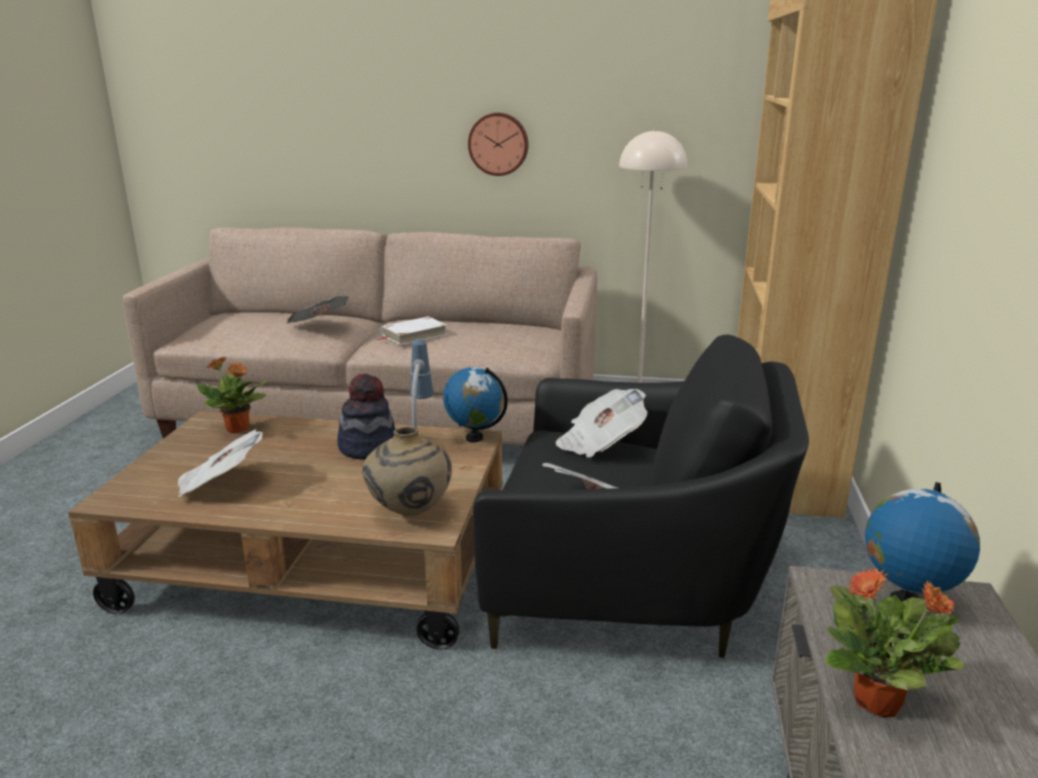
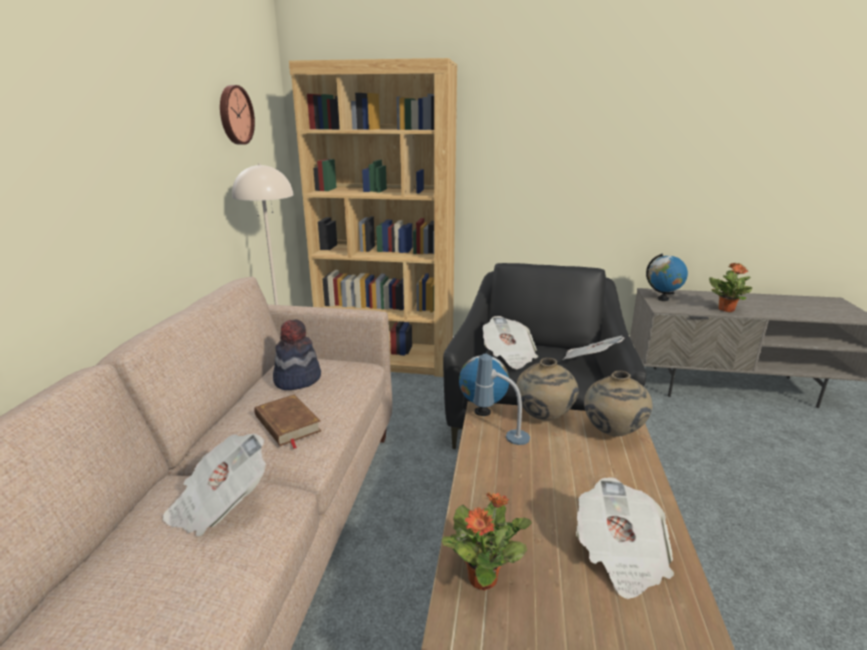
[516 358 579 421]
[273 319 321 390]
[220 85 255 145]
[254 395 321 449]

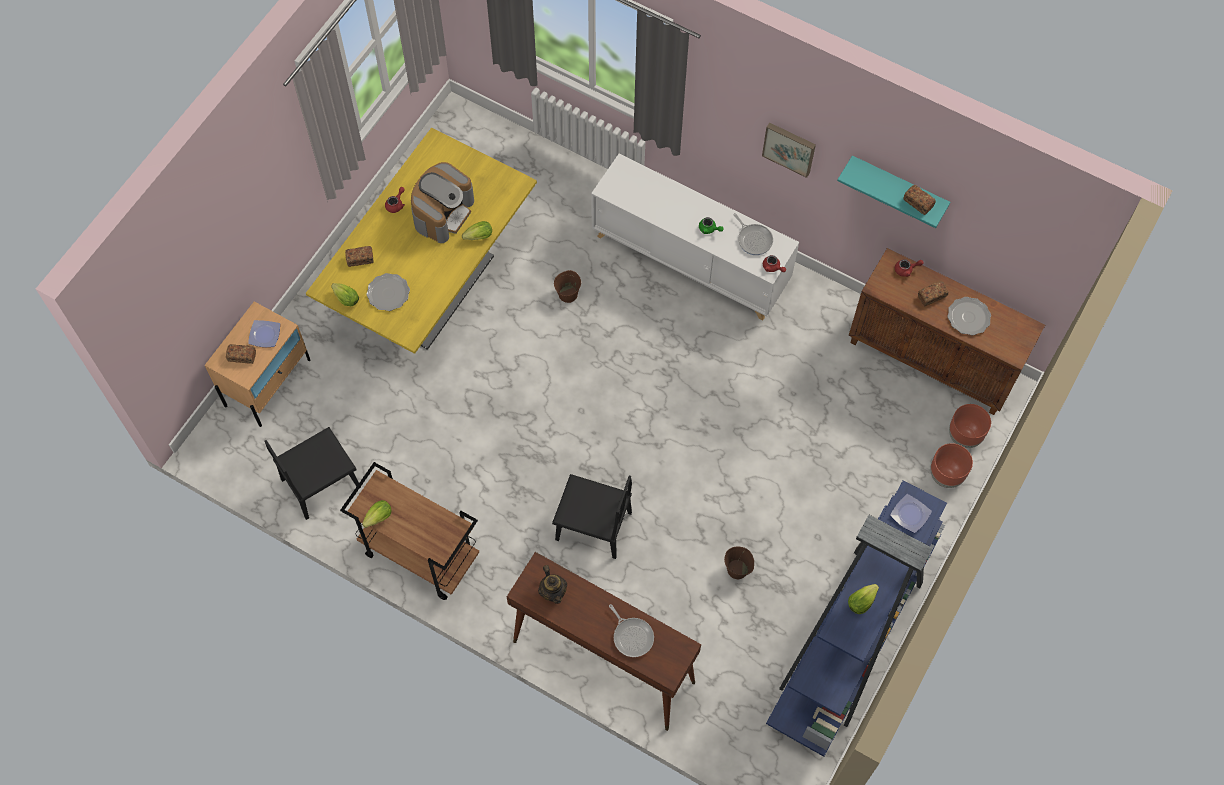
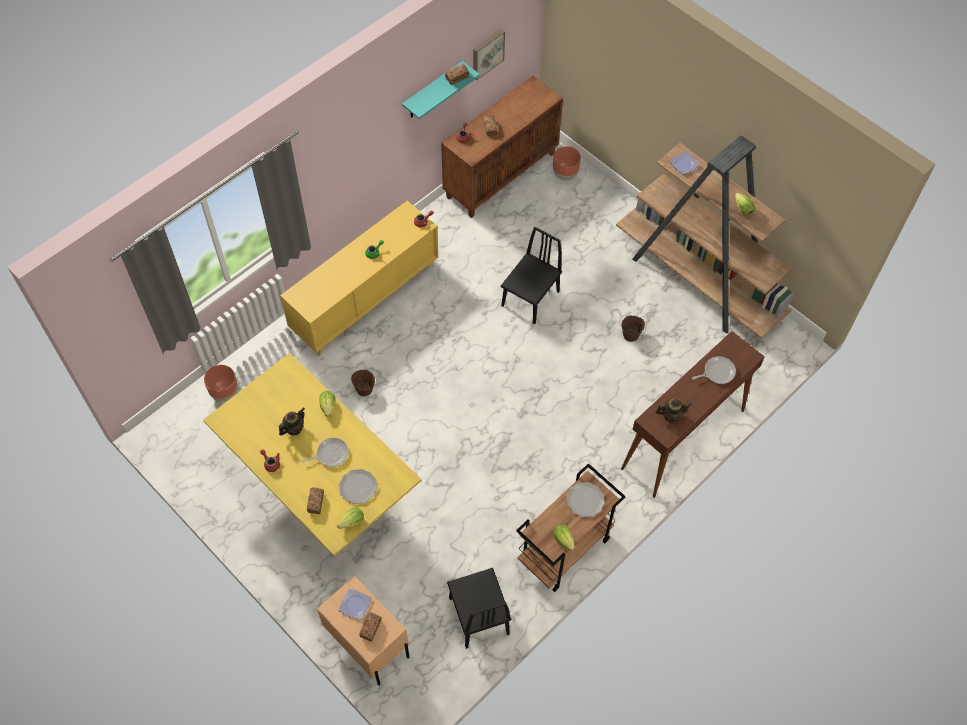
[501 227 562 324]
[301 438 349 467]
[473 29 505 80]
[204 365 238 402]
[566 482 605 517]
[279 408 305 435]
[280 201 438 356]
[616 135 793 339]

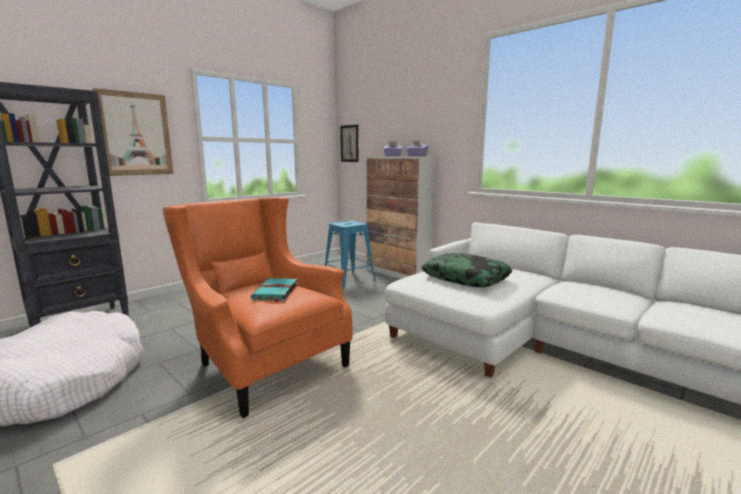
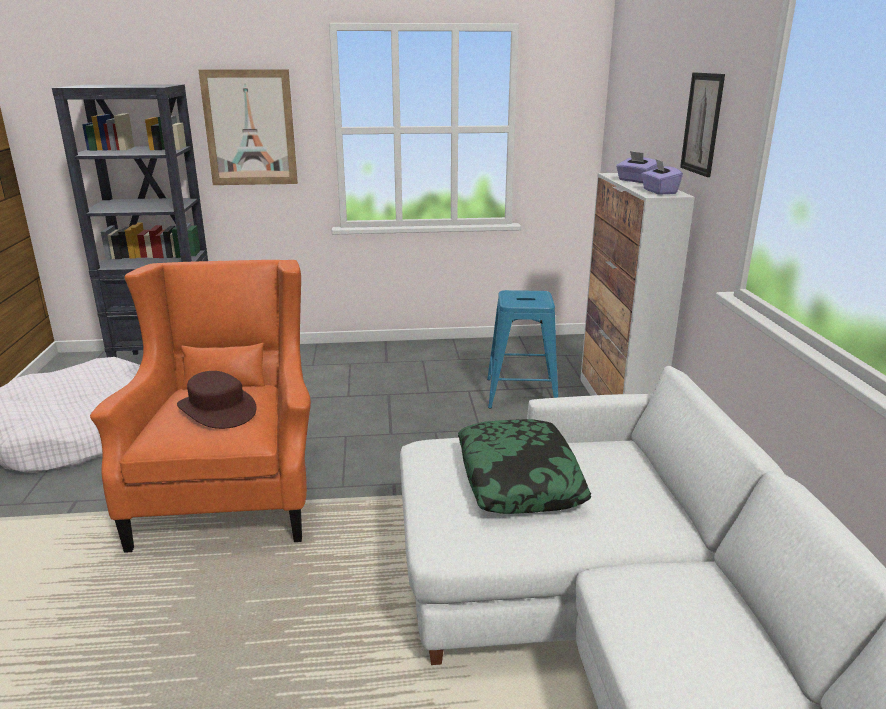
[680 72 725 177]
[177 371 257 429]

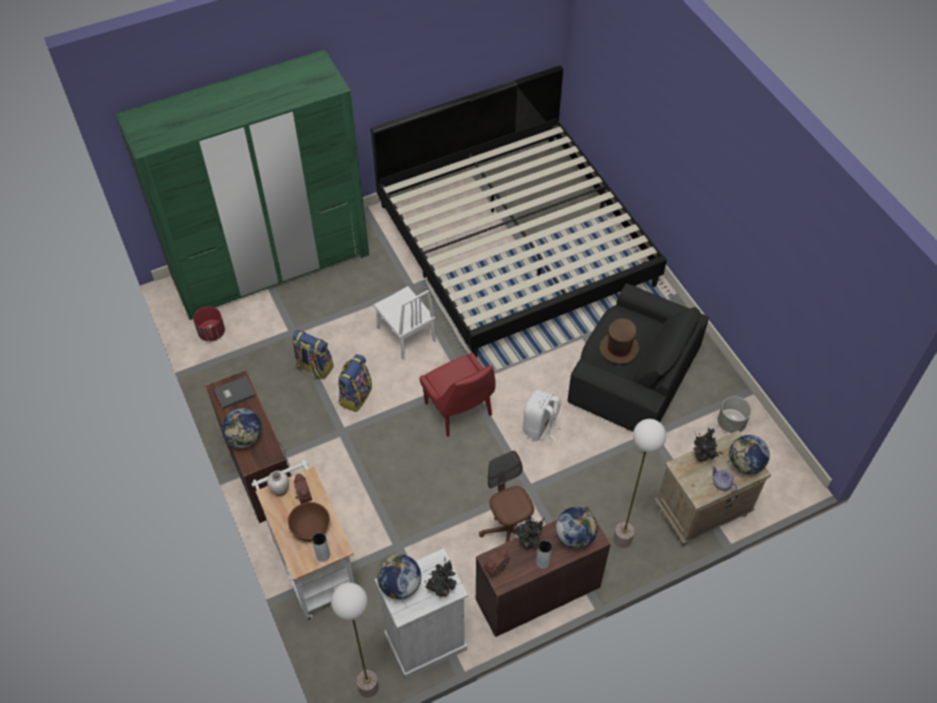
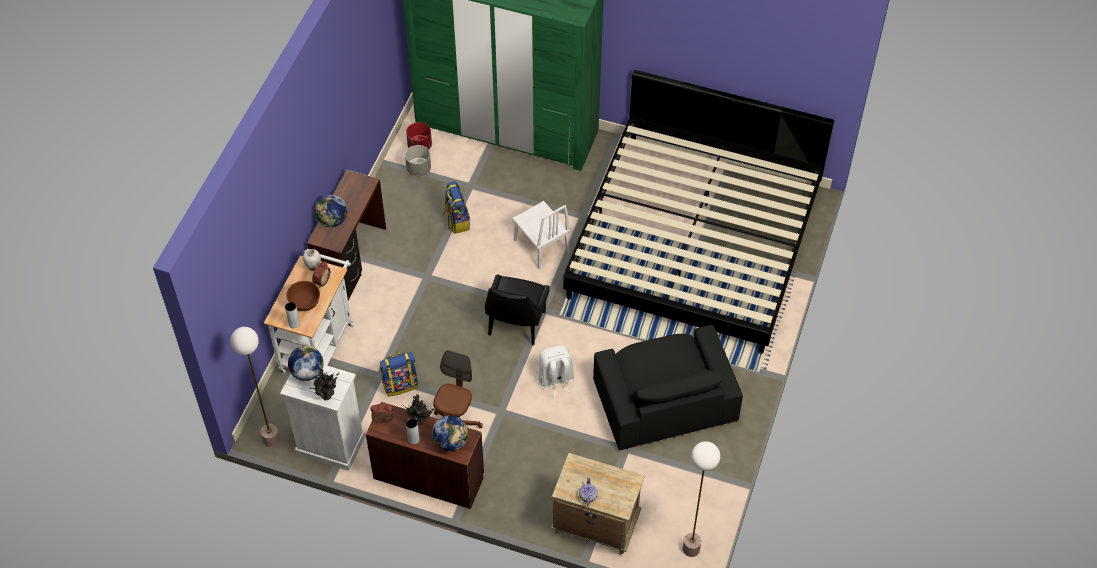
[214 376 255 409] (first image)
[599 318 639 365] (first image)
[692 428 723 462] (first image)
[729 435 770 474] (first image)
[380 352 418 397]
[683 441 720 557]
[405 145 431 176]
[485 275 550 345]
[512 201 570 269]

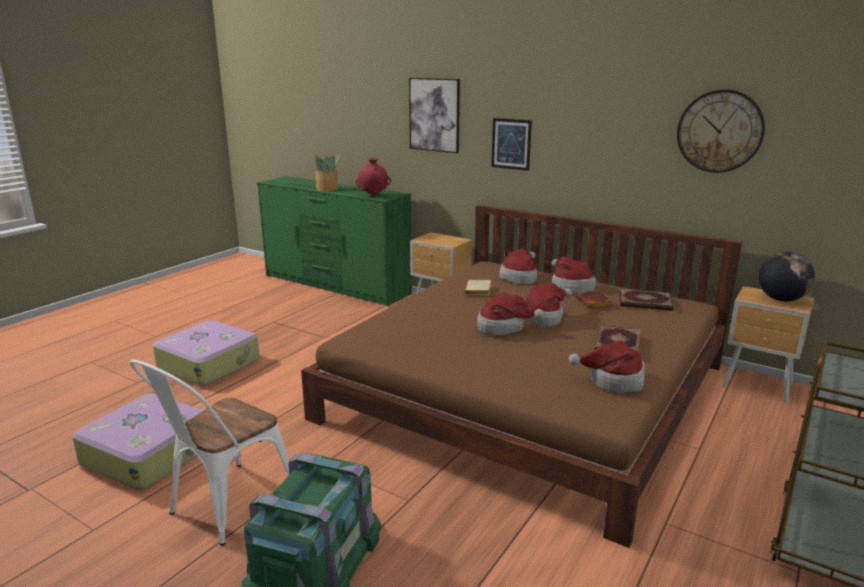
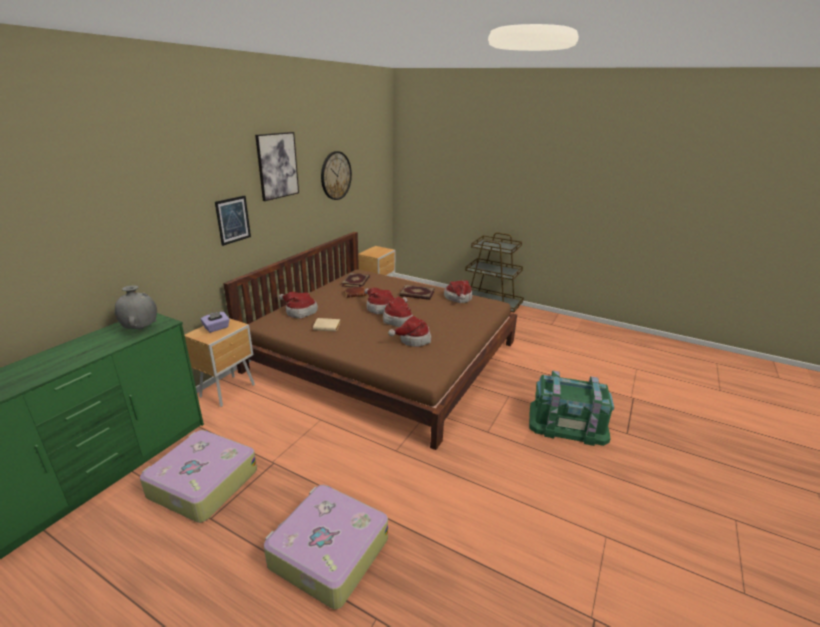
[130 360 289 546] (first image)
[315 154 340 191] (first image)
[758 252 815 302] (first image)
[201 312 230 333]
[140 430 257 523]
[255 132 299 201]
[388 316 431 347]
[115 285 157 329]

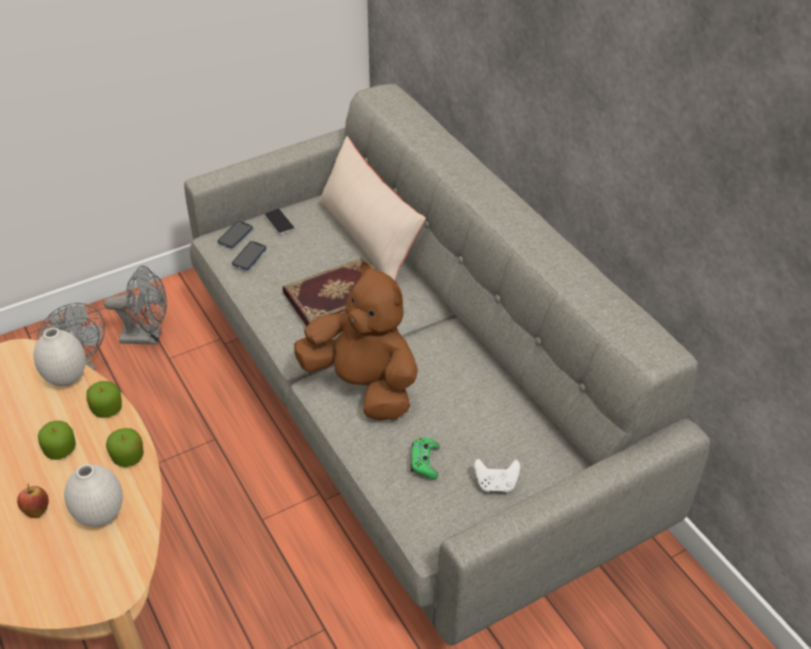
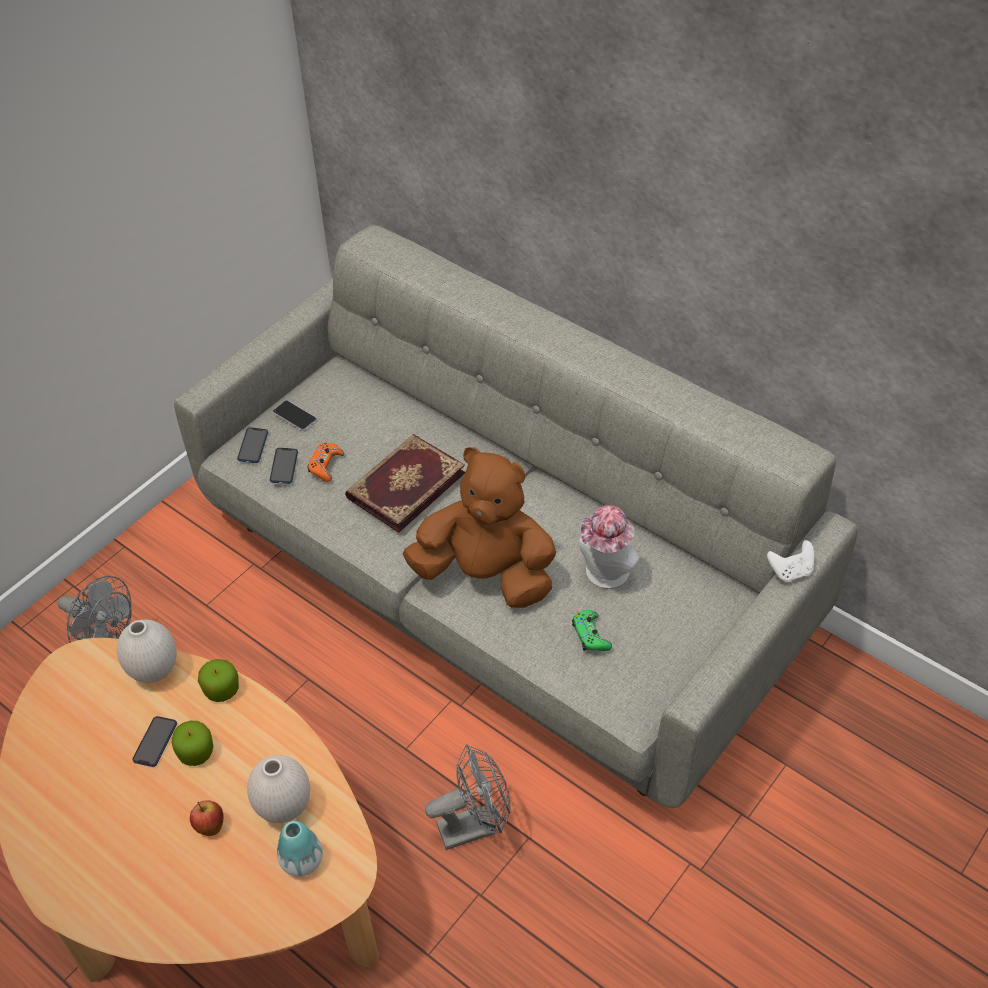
[106 428 144 467] (first image)
[317 136 426 280] (first image)
[132 716 177 767]
[277 821 323 877]
[307 442 344 482]
[579 505 639 589]
[425 744 511 850]
[767 540 814 582]

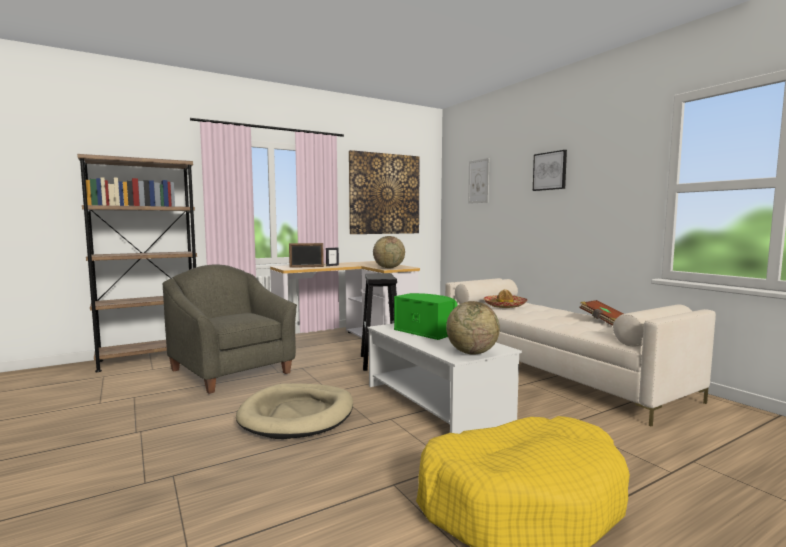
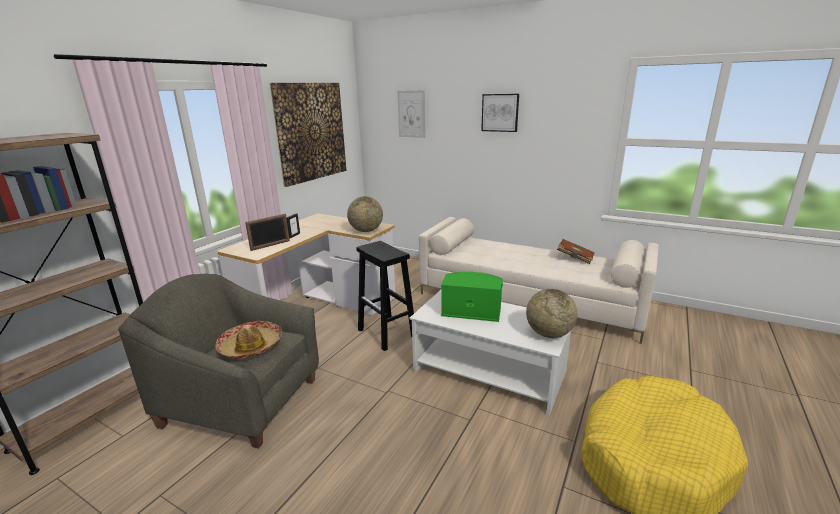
[236 383 353 439] (first image)
[215 321 282 359]

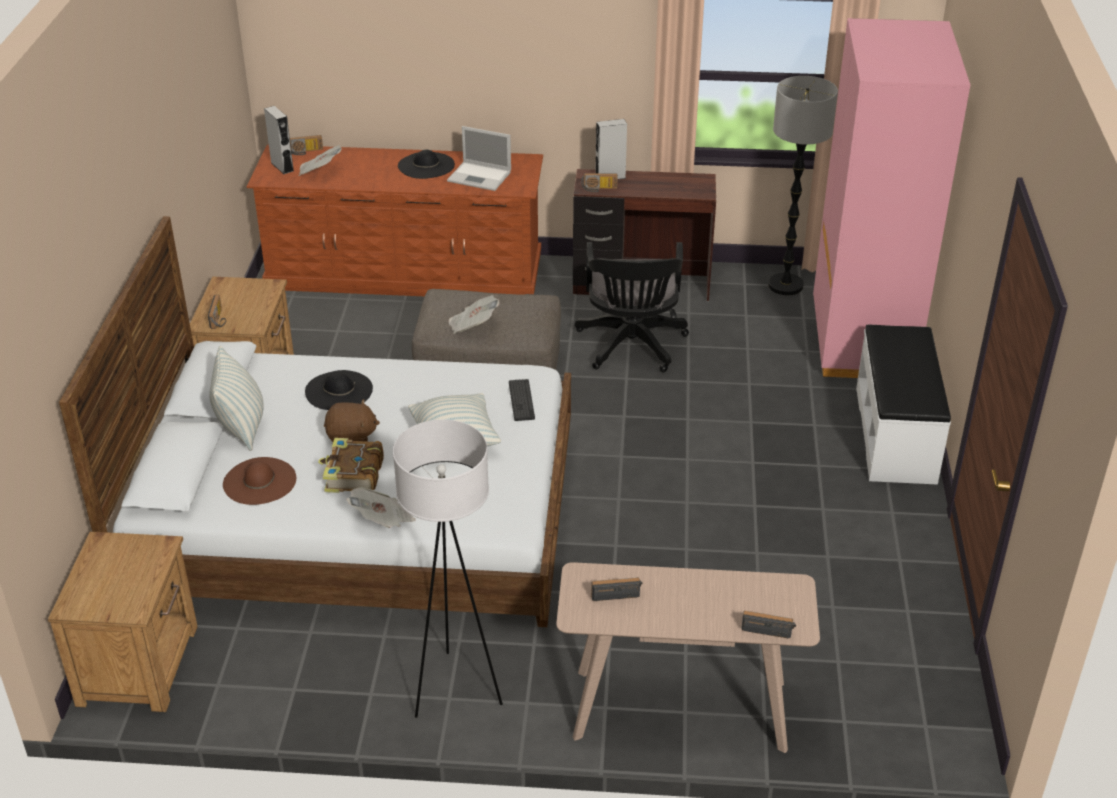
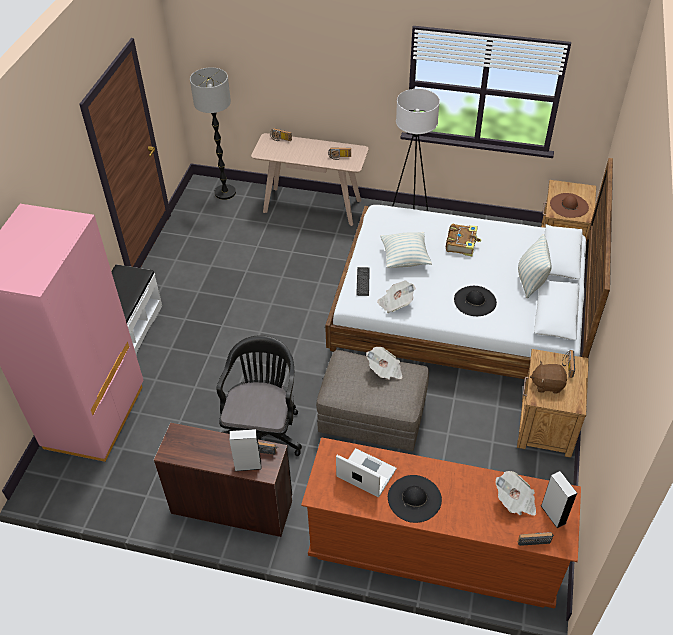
[550 193 589 218]
[530 361 567 394]
[377 281 416 313]
[190 67 236 200]

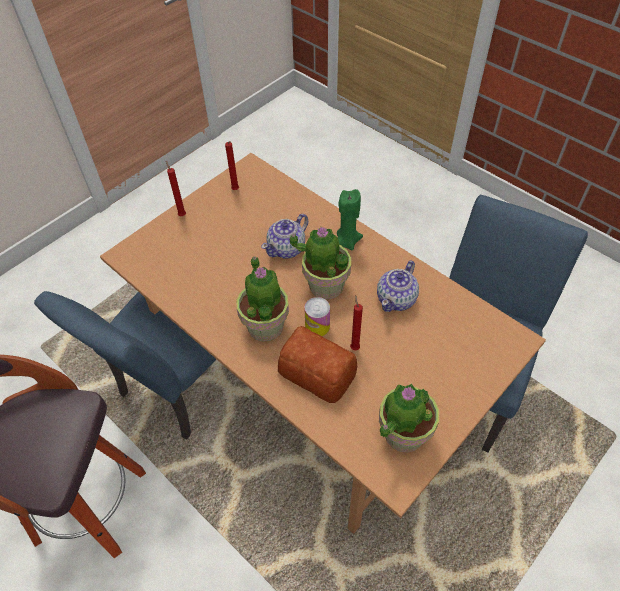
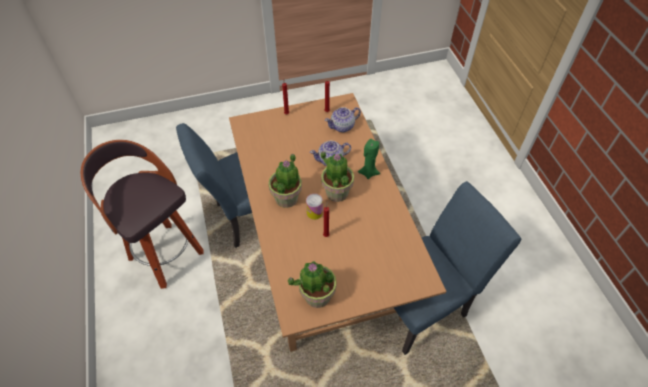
[278 326 357 403] (first image)
[325 107 361 132]

